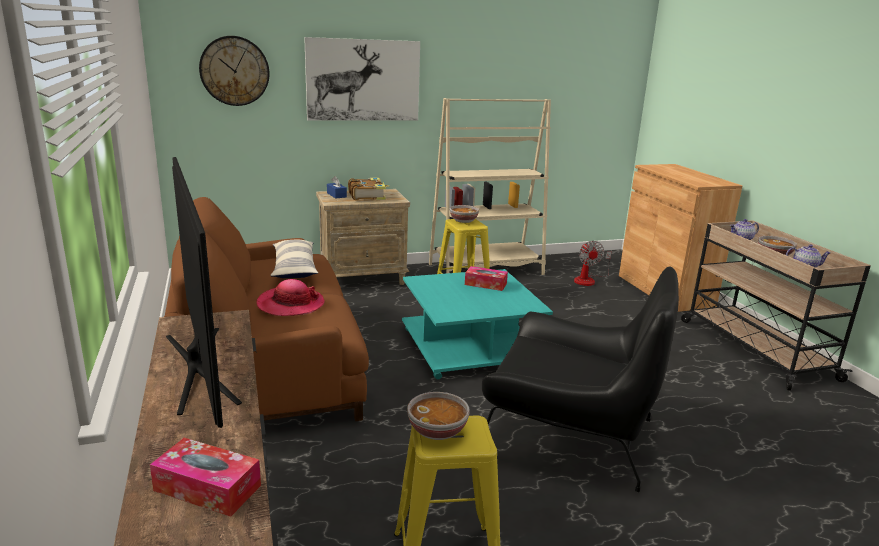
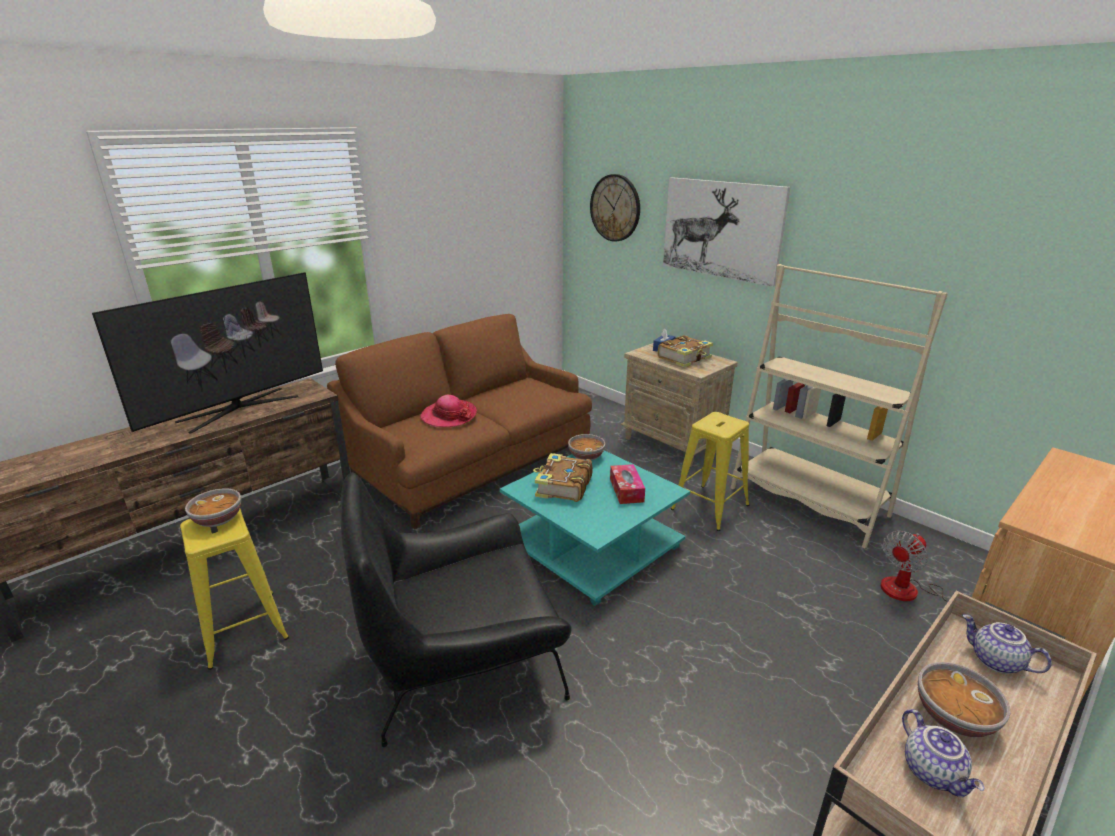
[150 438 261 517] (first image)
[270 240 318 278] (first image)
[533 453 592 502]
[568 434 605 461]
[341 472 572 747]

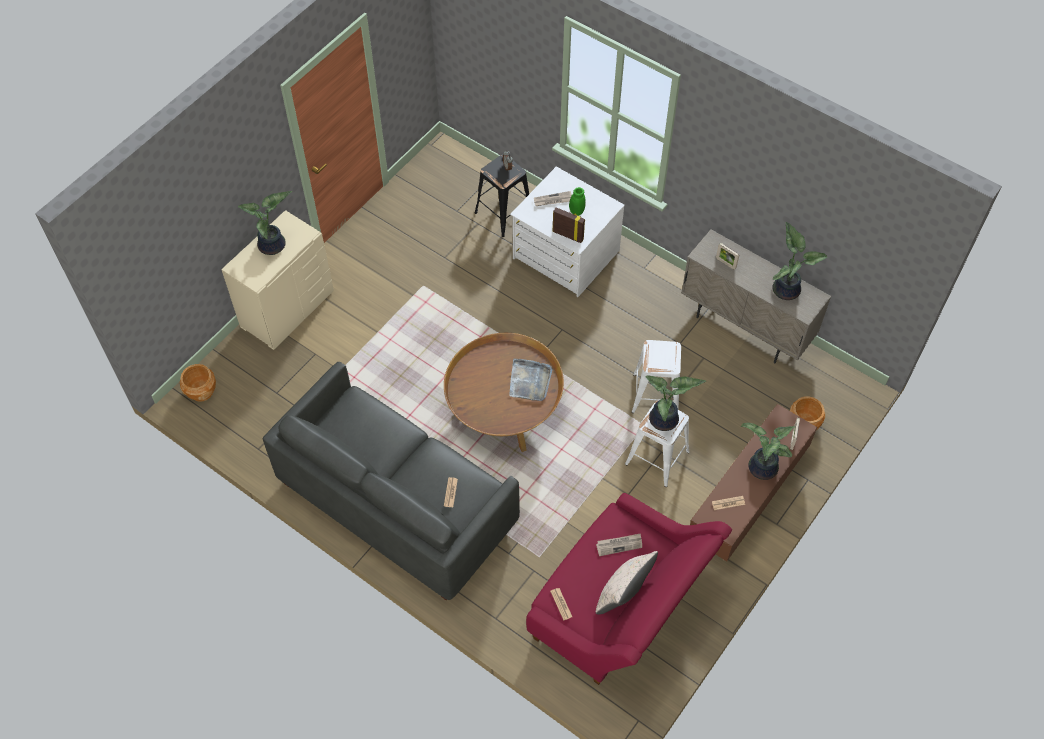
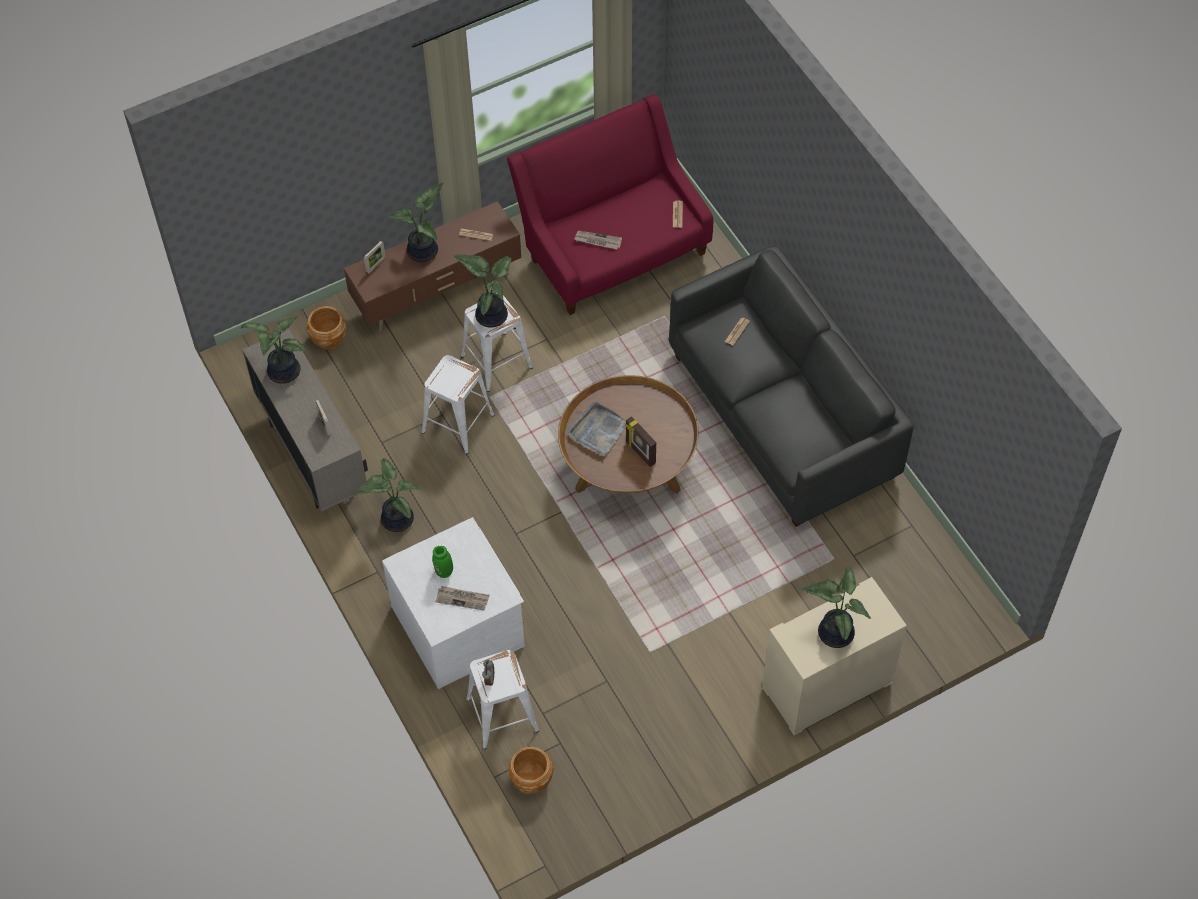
[596 551 658 615] (first image)
[355 458 422 532]
[508 747 554 794]
[625 416 656 467]
[466 650 539 749]

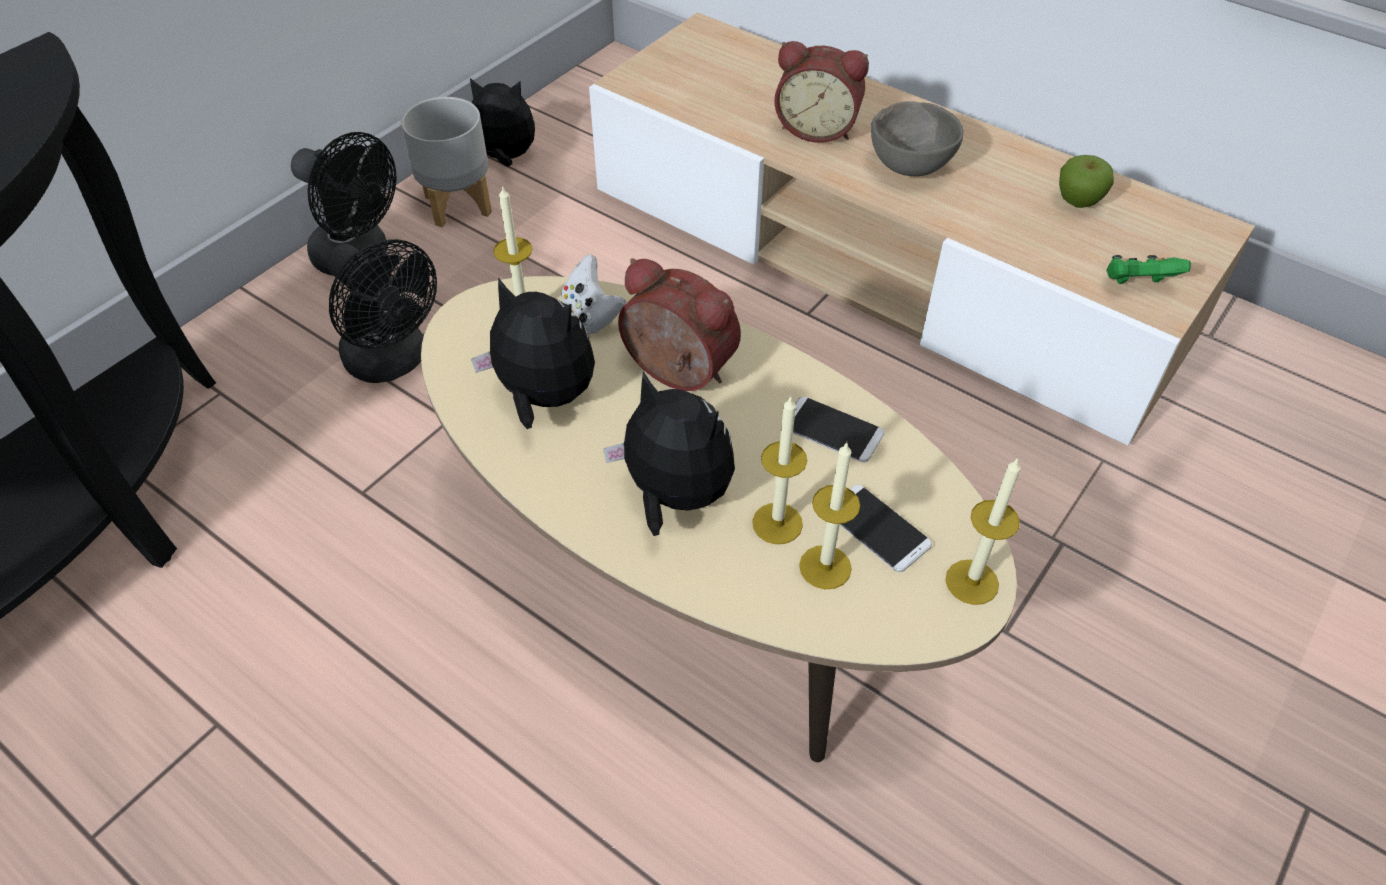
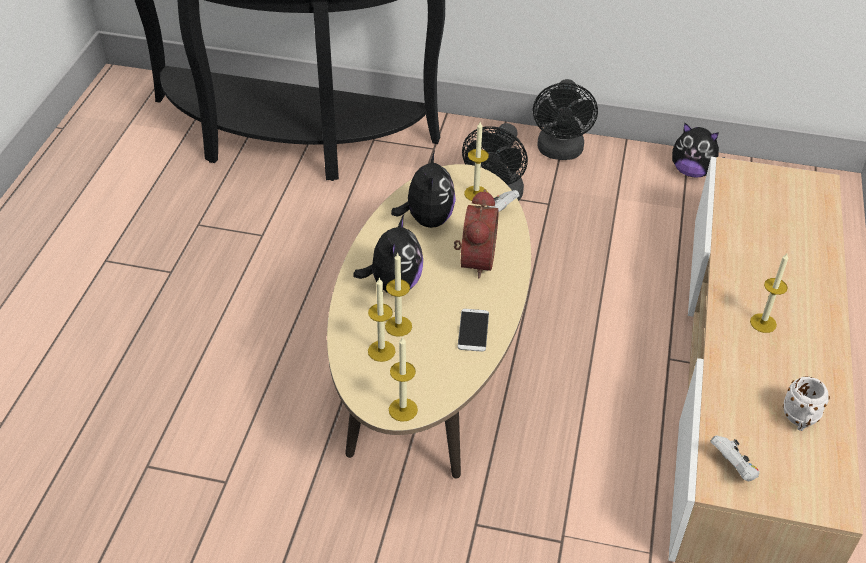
[401 97 492 227] (first image)
[774 41 869 143] (first image)
[840 485 932 572] (first image)
[750 252 788 333]
[783 377 830 431]
[710 436 760 482]
[672 122 725 177]

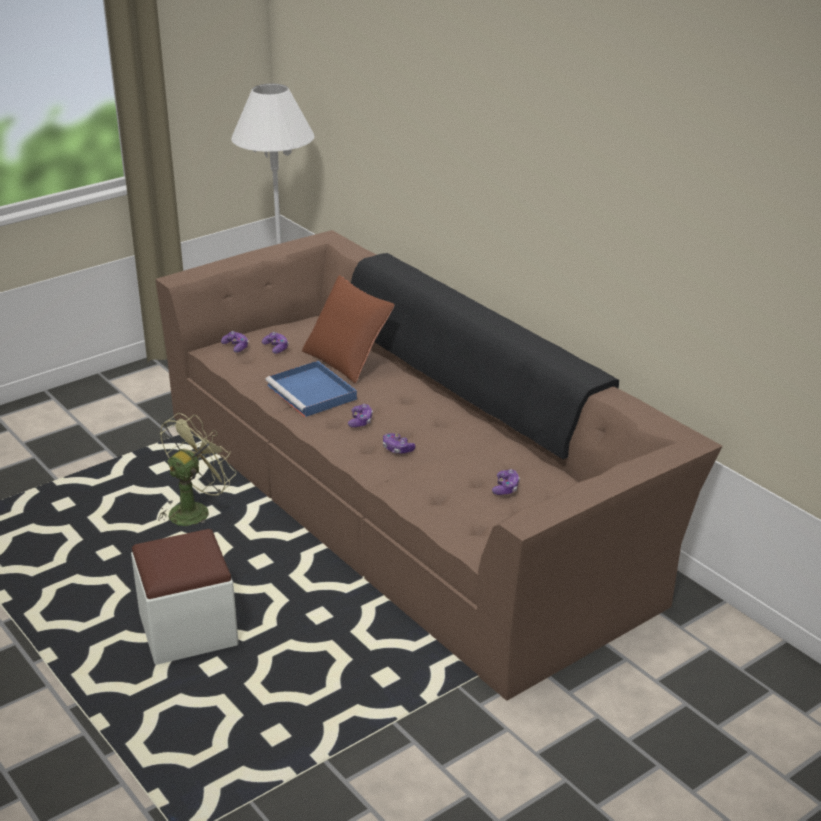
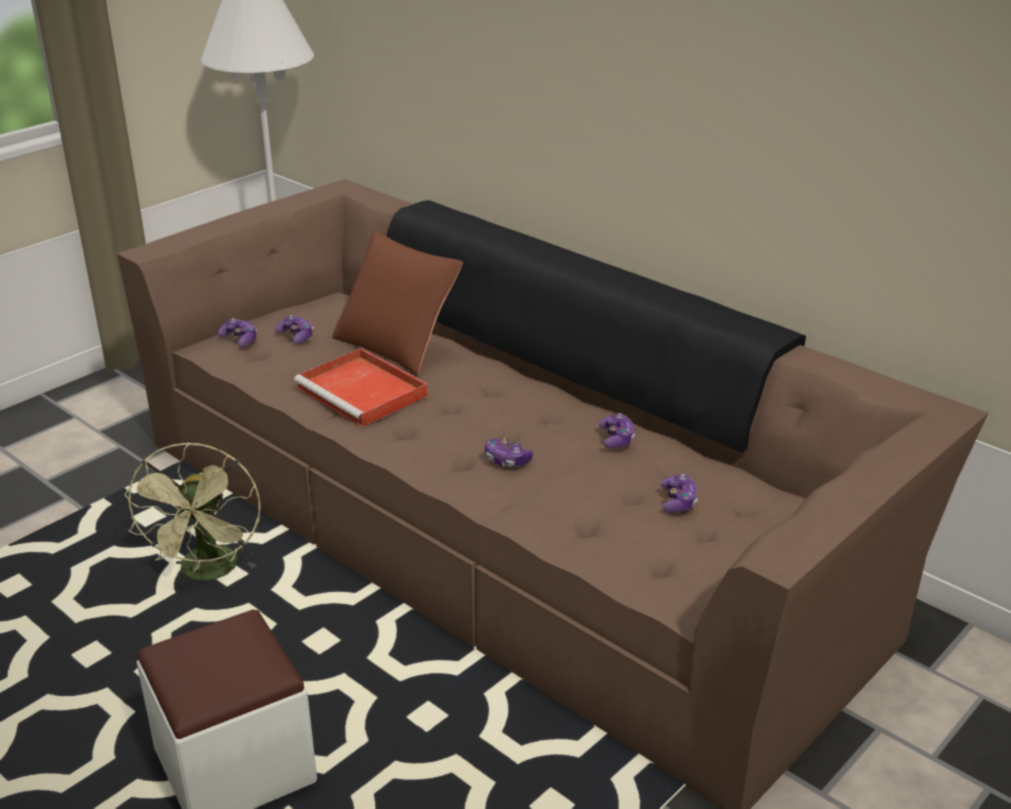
[599 413 635 449]
[294 348 428 427]
[124 442 261 581]

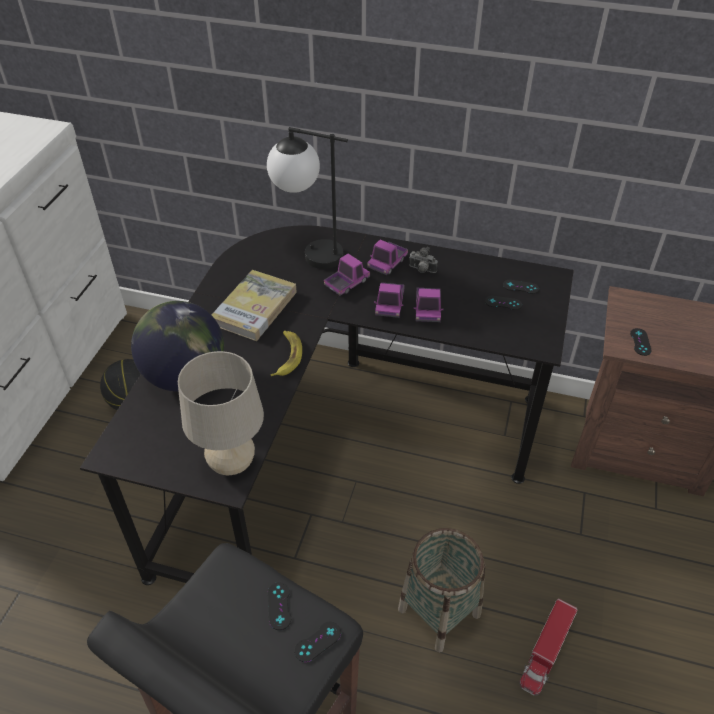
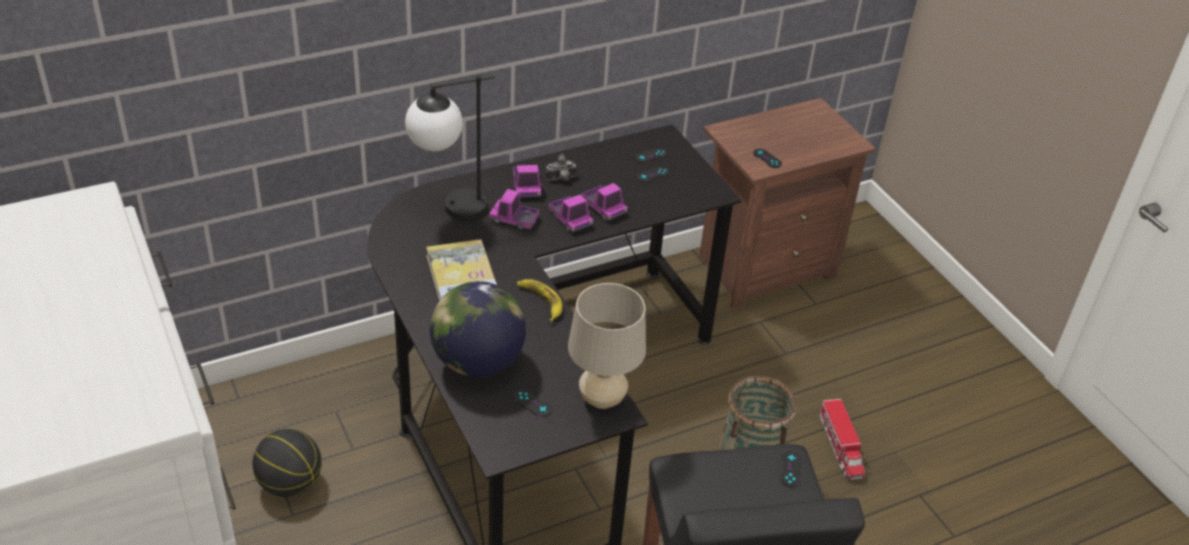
[514 389 552 417]
[489 189 540 230]

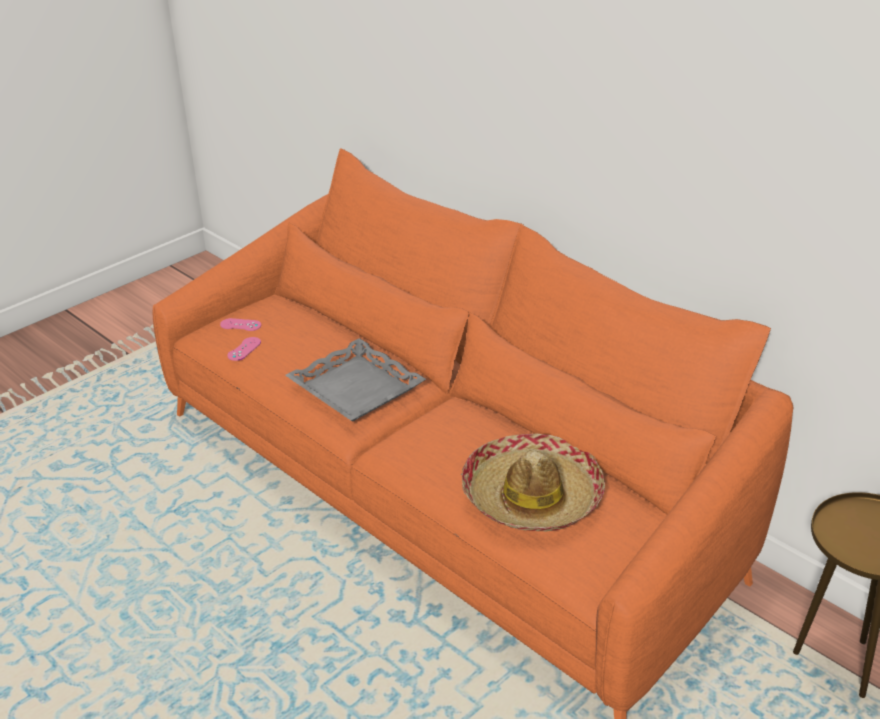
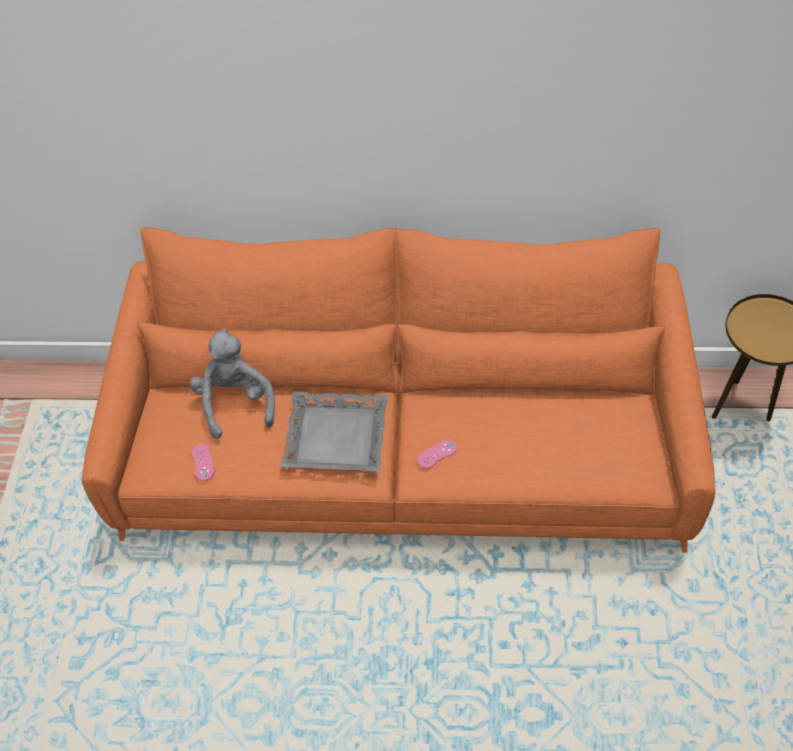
[461 433 605 532] (first image)
[189 328 275 439]
[417 440 457 468]

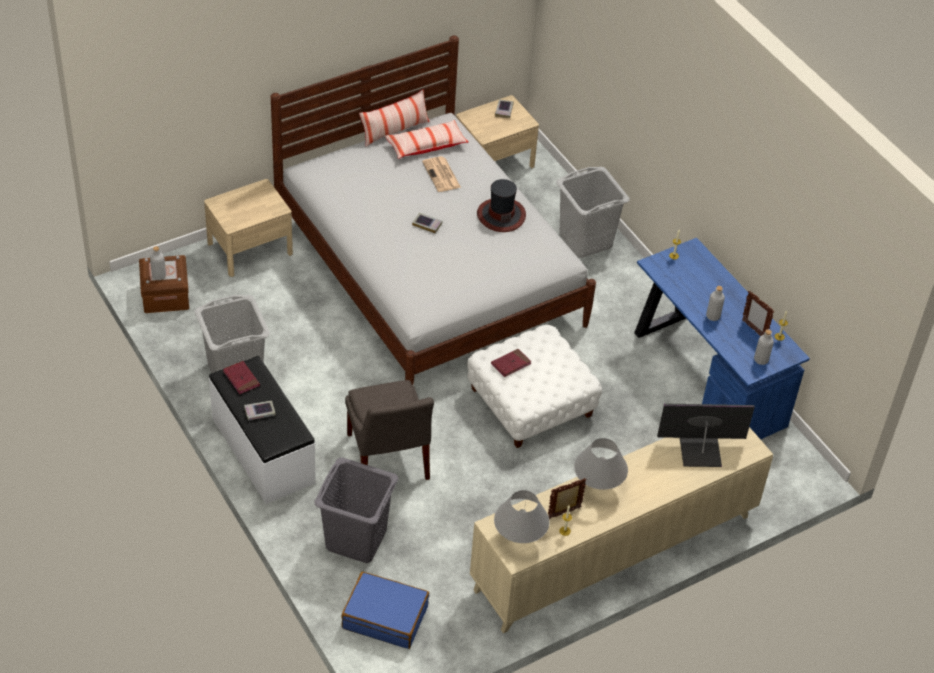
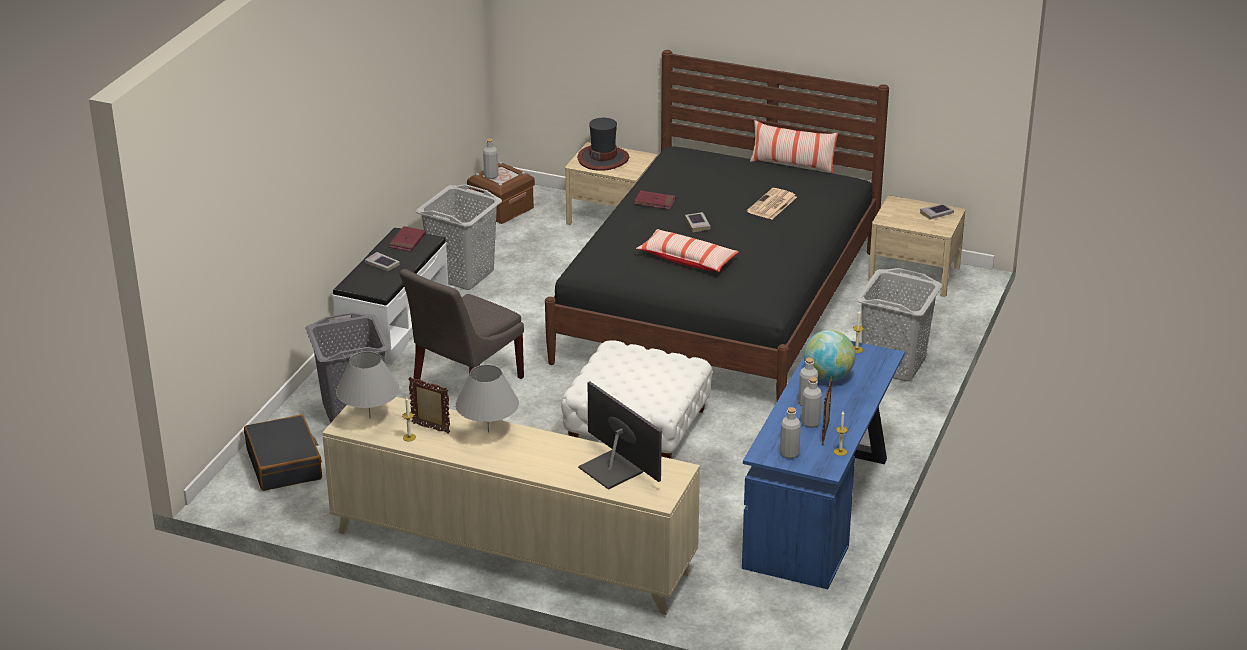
[802 377 822 428]
[804 330 855 381]
[636 229 739 272]
[577 118 629 171]
[634 191 676 210]
[545 50 889 401]
[244 415 322 491]

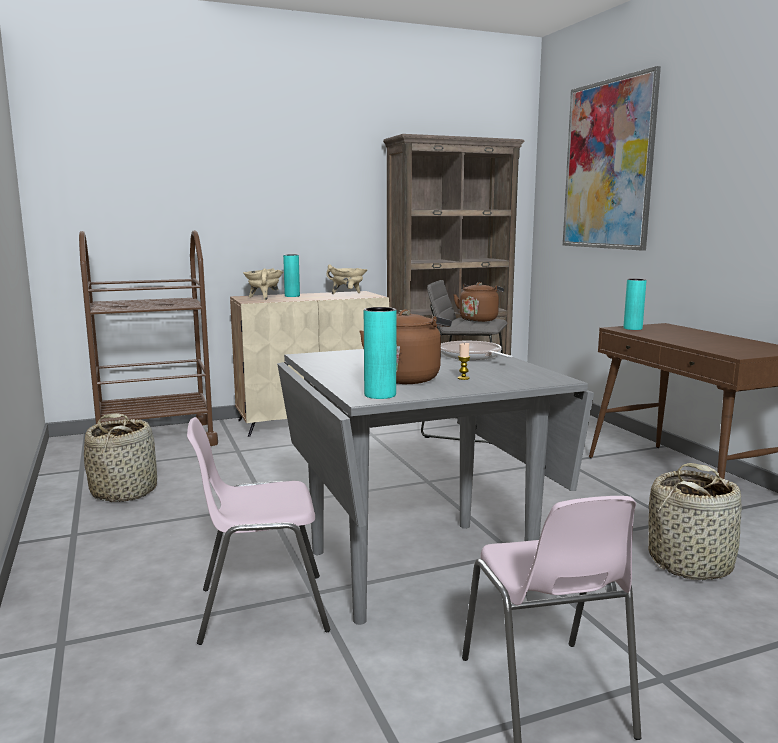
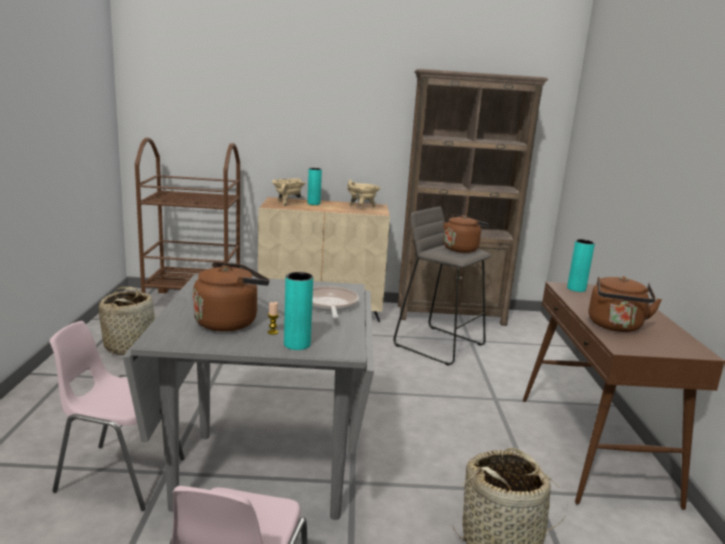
[563 66 661 251] (first image)
[589 276 662 332]
[284 272 313 350]

